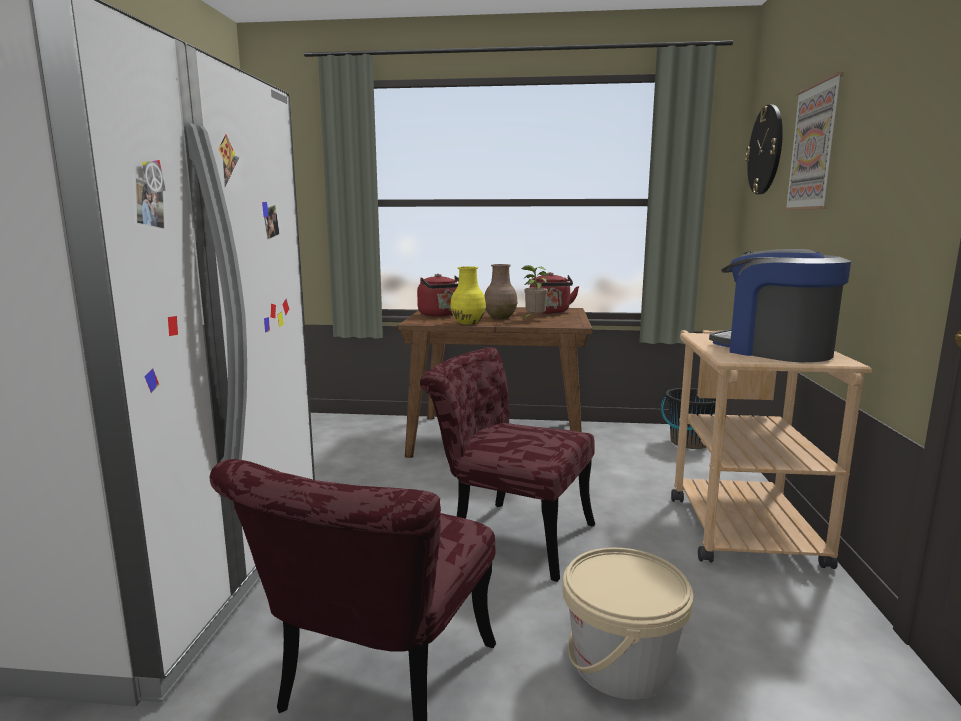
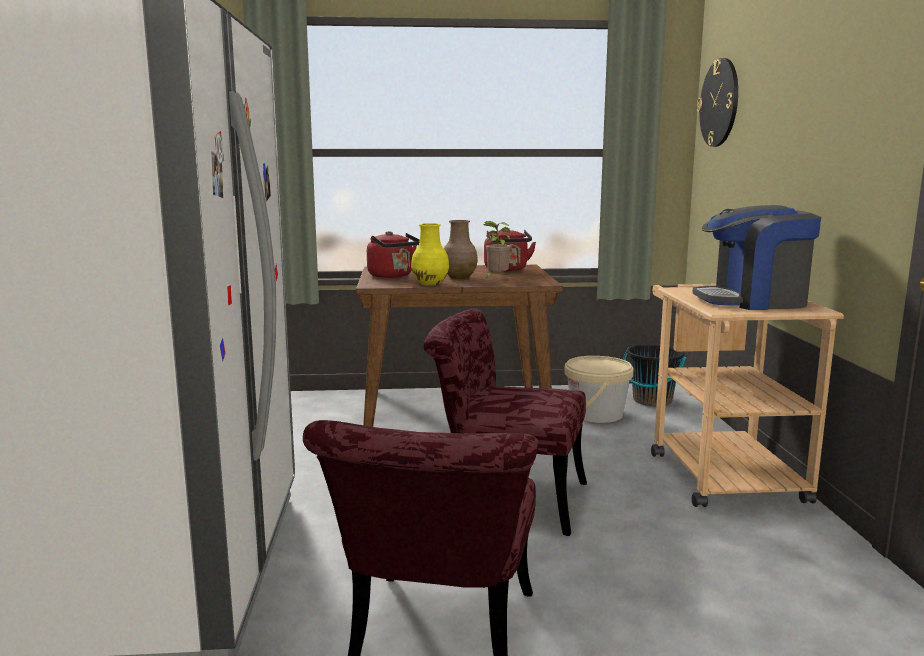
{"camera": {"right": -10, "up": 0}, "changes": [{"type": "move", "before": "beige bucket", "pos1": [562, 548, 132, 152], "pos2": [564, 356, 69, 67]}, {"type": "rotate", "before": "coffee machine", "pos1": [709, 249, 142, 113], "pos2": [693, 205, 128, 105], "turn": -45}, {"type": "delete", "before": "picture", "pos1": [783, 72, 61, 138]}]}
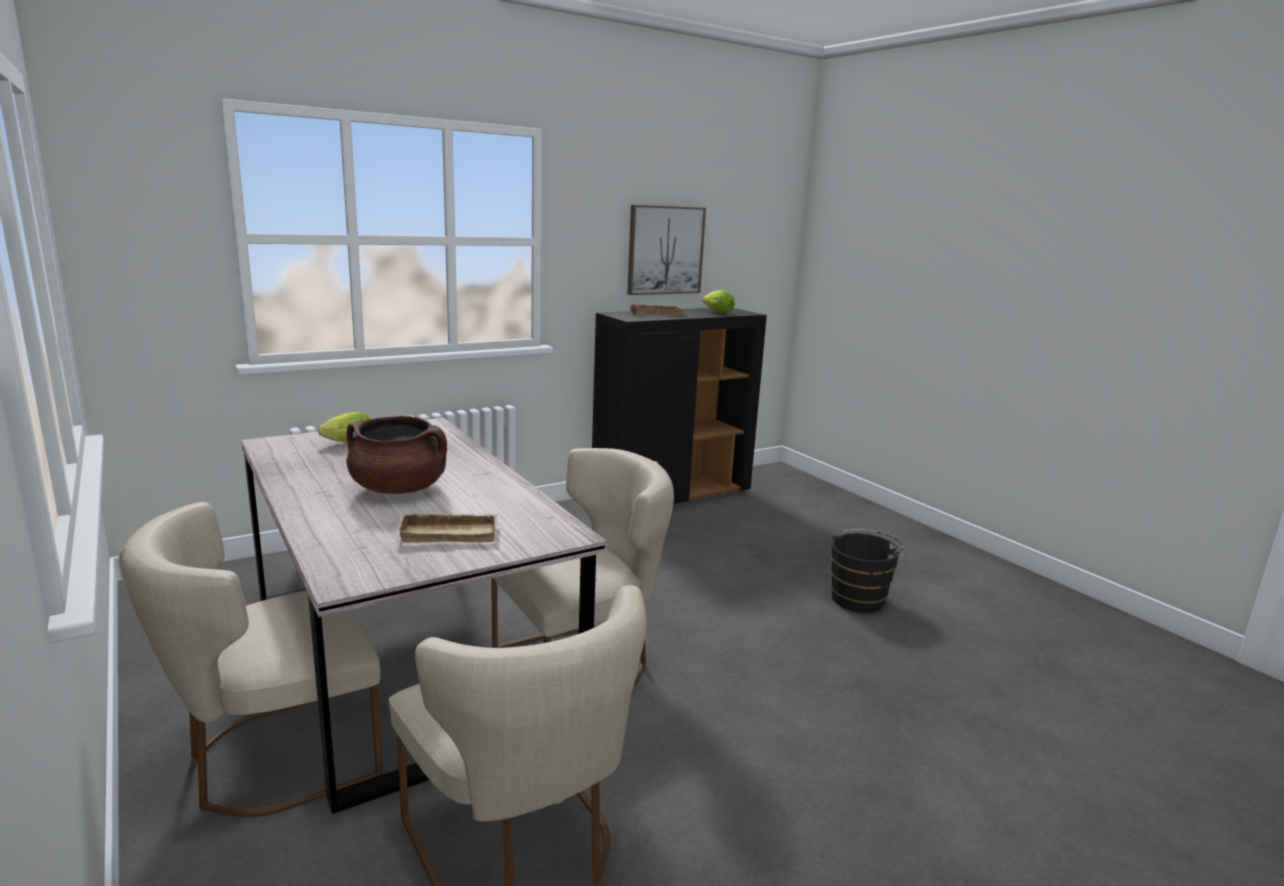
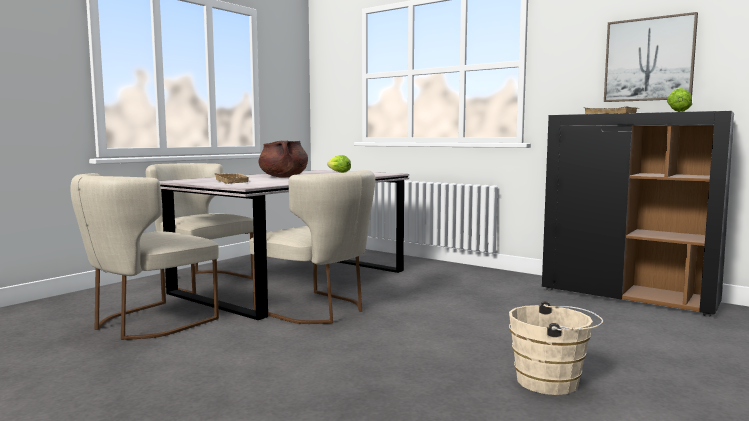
{"camera": {"right": 70, "up": -10}, "changes": [{"type": "recolor", "before": "black bucket", "after": "beige bucket", "pos1": [831, 529, 74, 84], "pos2": [509, 301, 94, 94]}]}
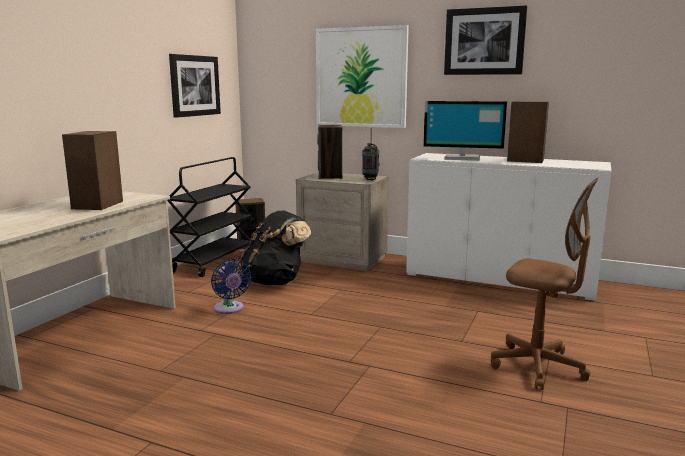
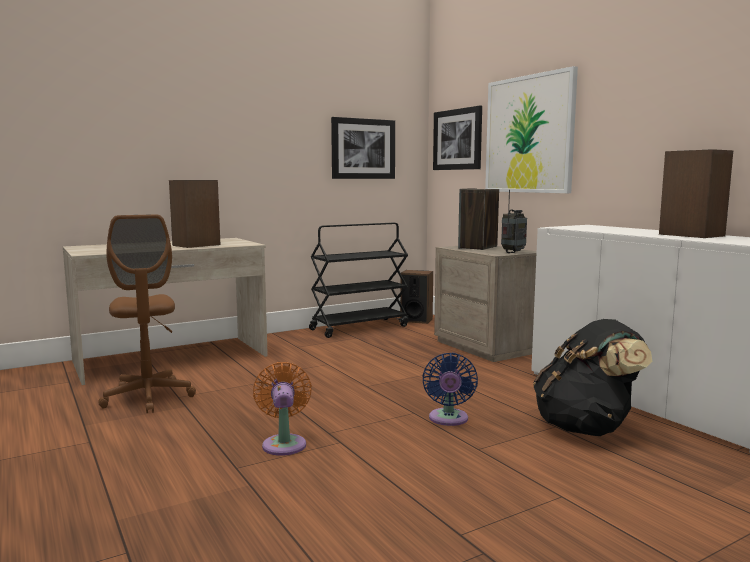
{"camera": {"right": 35, "up": -5}, "changes": [{"type": "move", "before": "brown office chair", "pos1": [491, 178, 107, 212], "pos2": [98, 214, 98, 199]}, {"type": "insert", "after": "orange fan", "pos2": [253, 362, 59, 94]}, {"type": "move", "before": "blue fan", "pos1": [211, 259, 40, 55], "pos2": [422, 353, 56, 73]}, {"type": "move", "before": "picture", "pos1": [444, 5, 83, 70], "pos2": [433, 106, 49, 64]}, {"type": "move", "before": "black backpack", "pos1": [239, 210, 72, 75], "pos2": [533, 319, 120, 117]}, {"type": "delete", "before": "monitor", "pos1": [423, 101, 84, 60]}]}
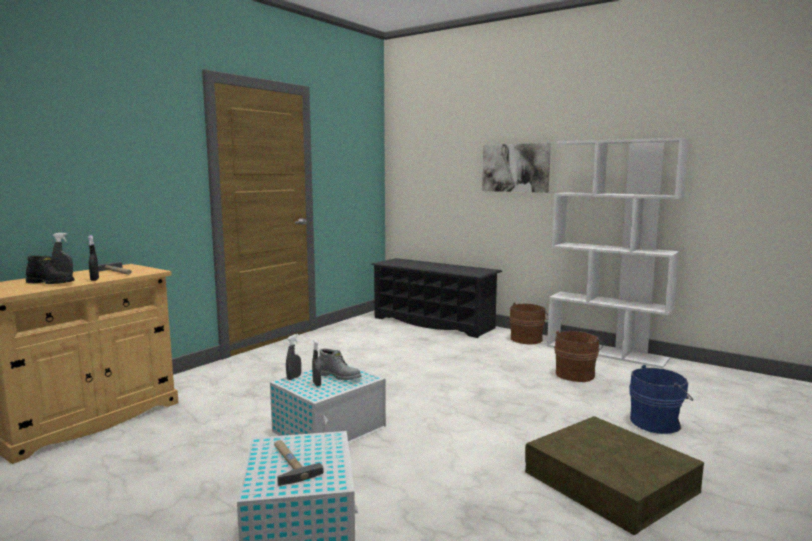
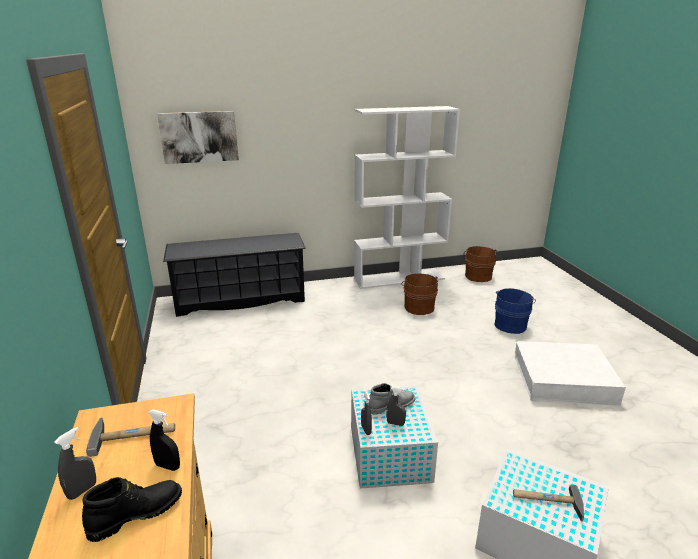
{"camera": {"right": -50, "up": 15}, "changes": [{"type": "move", "before": "picture", "pos1": [482, 143, 69, 50], "pos2": [157, 111, 82, 53]}, {"type": "move", "before": "brown bucket", "pos1": [509, 303, 40, 42], "pos2": [464, 246, 33, 36]}, {"type": "recolor", "before": "brown storage box", "after": "white storage box", "pos1": [525, 416, 179, 119], "pos2": [515, 341, 111, 65]}]}
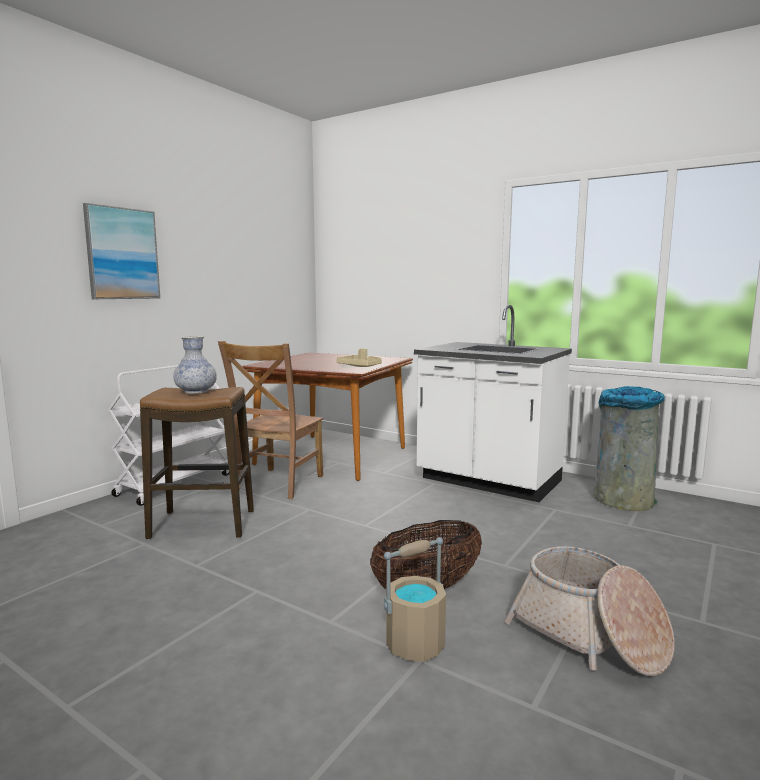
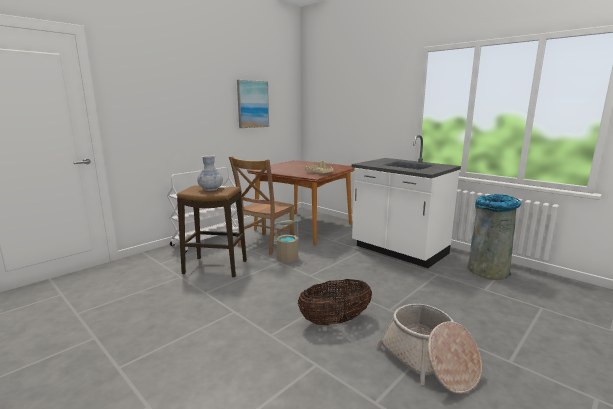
{"camera": {"right": 10, "up": 5}, "changes": [{"type": "move", "before": "picture", "pos1": [83, 203, 77, 96], "pos2": [237, 80, 32, 48]}, {"type": "move", "before": "beige bucket", "pos1": [384, 537, 62, 125], "pos2": [274, 220, 25, 43]}]}
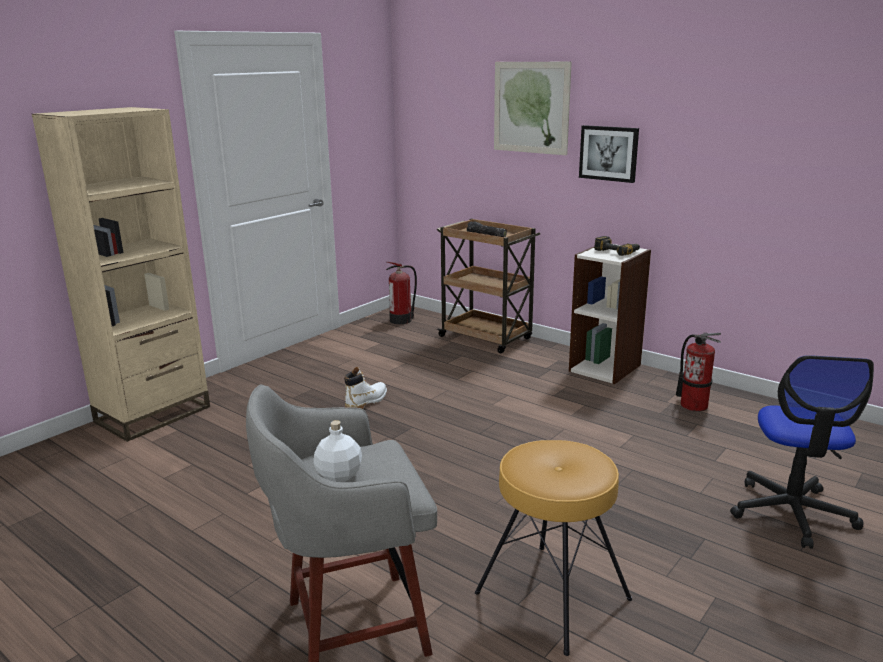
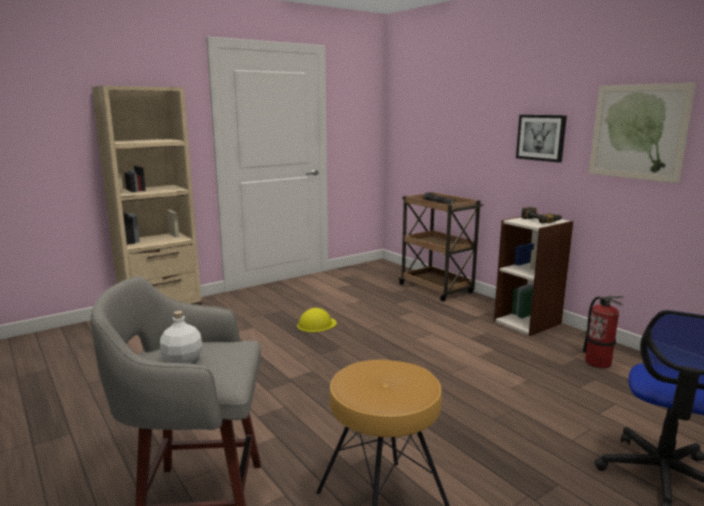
{"camera": {"right": 15, "up": -5}, "changes": [{"type": "replace", "before": "white boot", "after": "yellow hard hat", "pos1": [344, 367, 43, 42], "pos2": [297, 308, 40, 24]}, {"type": "move", "before": "picture", "pos1": [494, 62, 78, 93], "pos2": [589, 83, 107, 100]}, {"type": "delete", "before": "fire extinguisher", "pos1": [386, 262, 31, 62]}]}
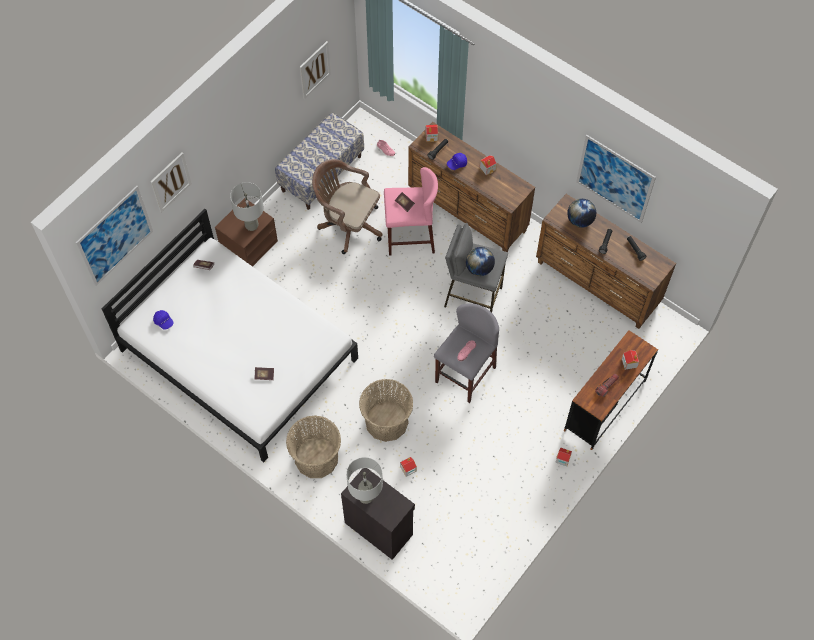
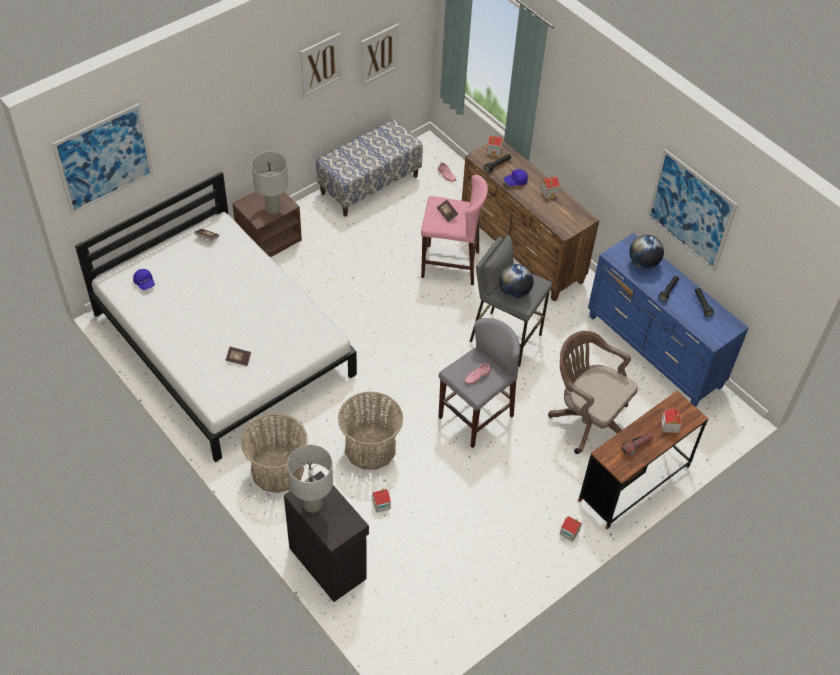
{"camera": {"right": 10, "up": -10}, "changes": [{"type": "move", "before": "picture", "pos1": [150, 152, 42, 61], "pos2": [300, 33, 42, 65]}, {"type": "move", "before": "brown office chair", "pos1": [312, 159, 70, 95], "pos2": [548, 331, 90, 123]}, {"type": "recolor", "before": "brown dresser", "after": "blue dresser", "pos1": [536, 194, 140, 135], "pos2": [588, 233, 161, 174]}]}
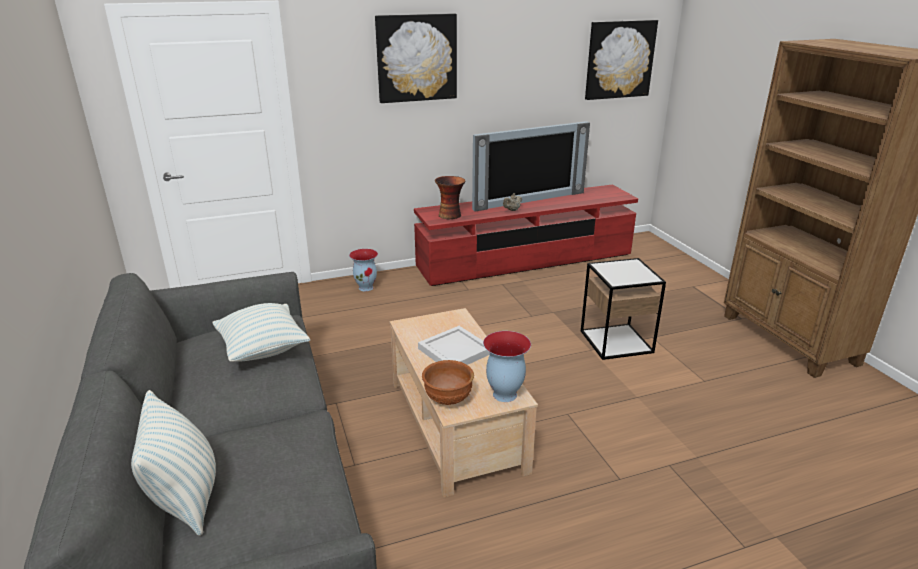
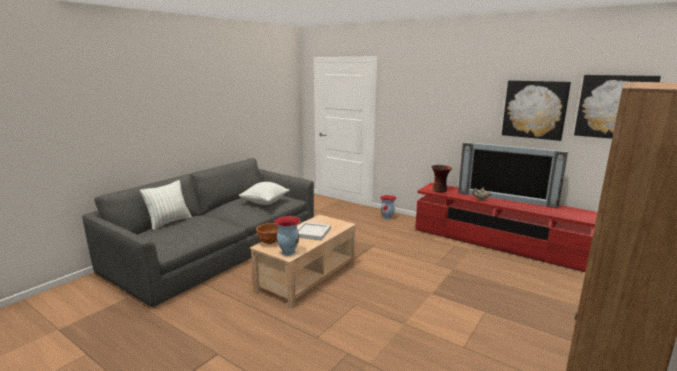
{"camera": {"right": 55, "up": -10}, "changes": [{"type": "move", "before": "picture", "pos1": [375, 13, 82, 90], "pos2": [502, 80, 69, 61]}, {"type": "delete", "before": "side table", "pos1": [581, 258, 85, 102]}]}
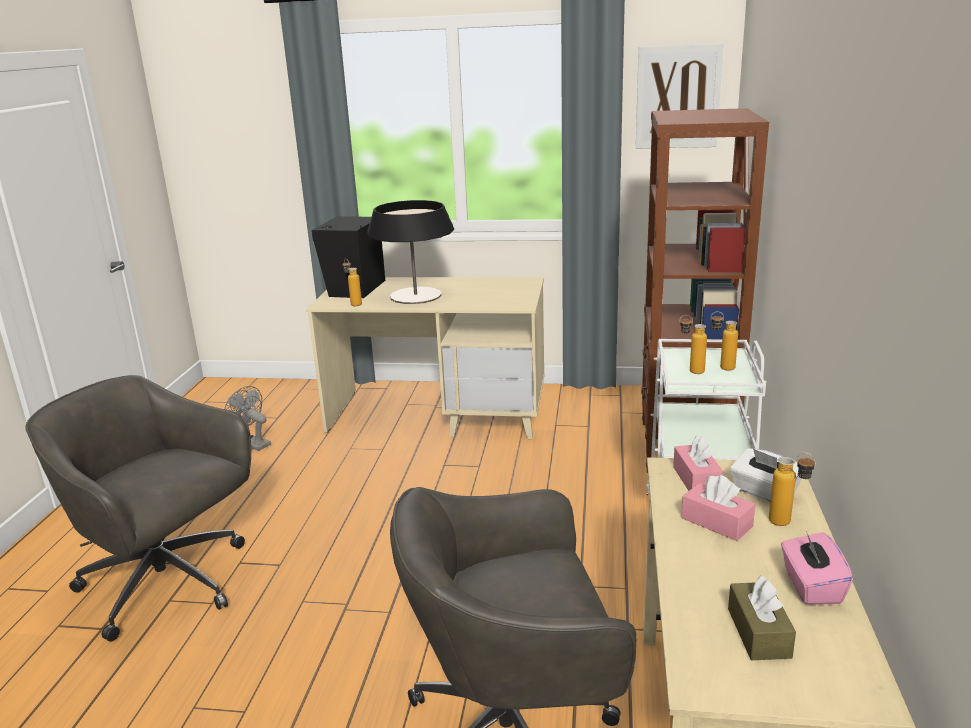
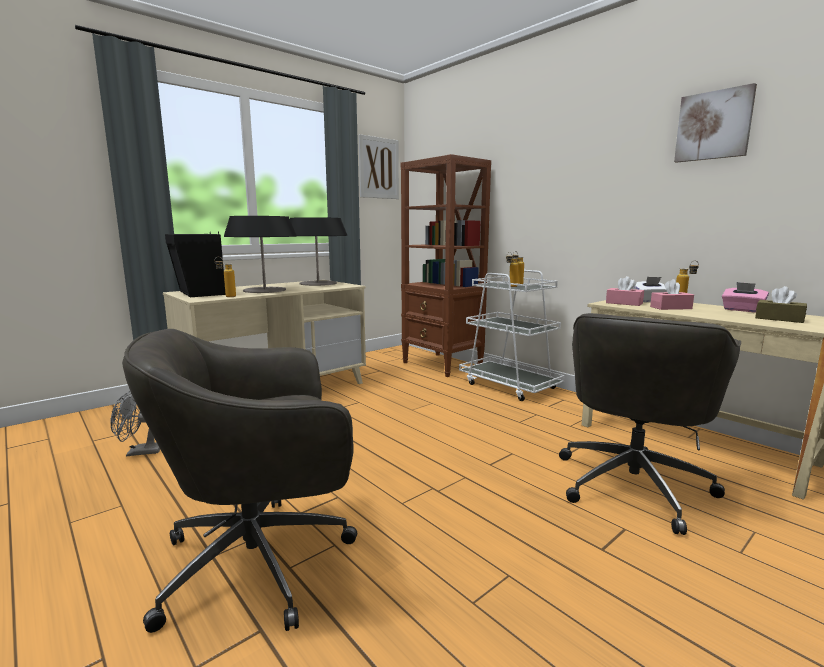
{"camera": {"right": -50, "up": -10}, "changes": [{"type": "insert", "after": "table lamp", "pos2": [290, 217, 57, 69]}, {"type": "insert", "after": "picture", "pos2": [674, 83, 83, 80]}]}
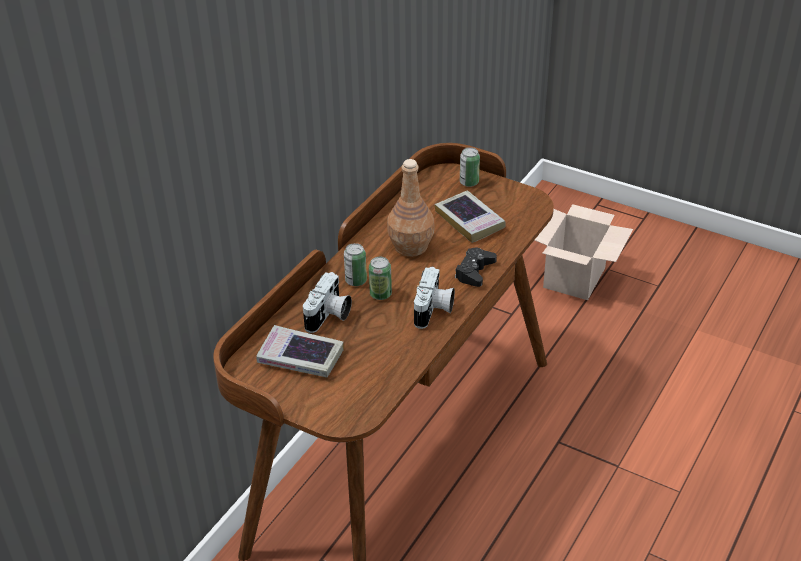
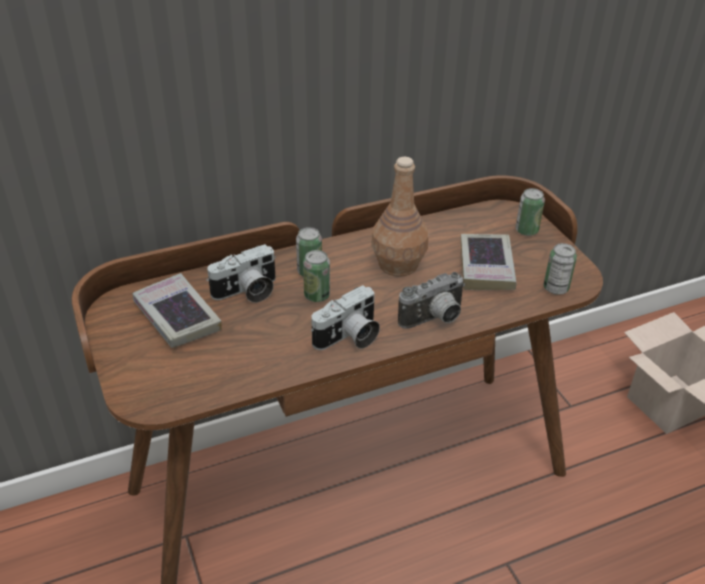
{"camera": {"right": 35, "up": 0}, "changes": [{"type": "replace", "before": "black game controller", "after": "photo camera", "pos1": [455, 248, 42, 39], "pos2": [398, 272, 67, 57]}, {"type": "insert", "after": "can", "pos2": [544, 243, 33, 52]}]}
